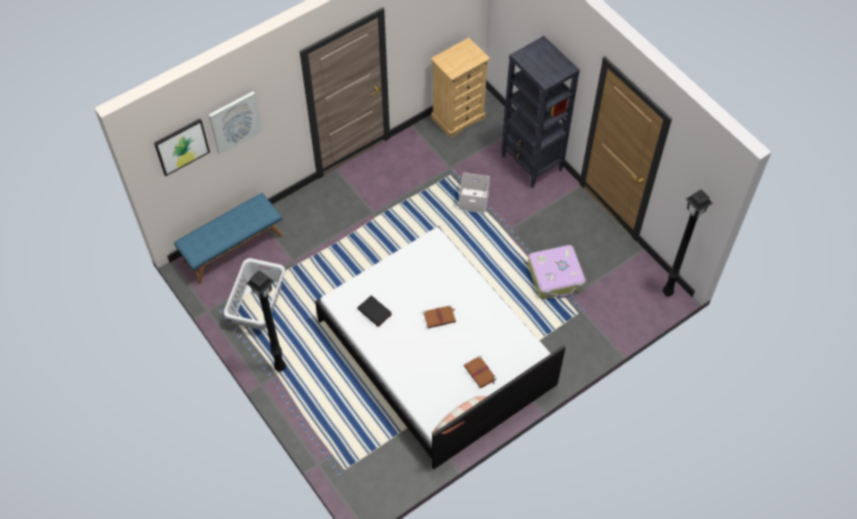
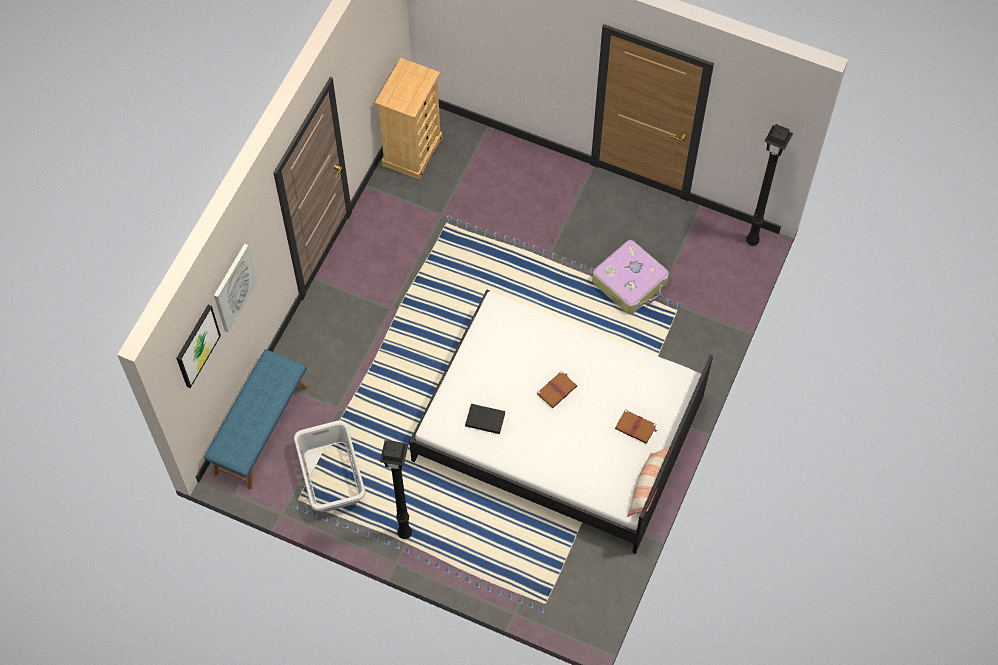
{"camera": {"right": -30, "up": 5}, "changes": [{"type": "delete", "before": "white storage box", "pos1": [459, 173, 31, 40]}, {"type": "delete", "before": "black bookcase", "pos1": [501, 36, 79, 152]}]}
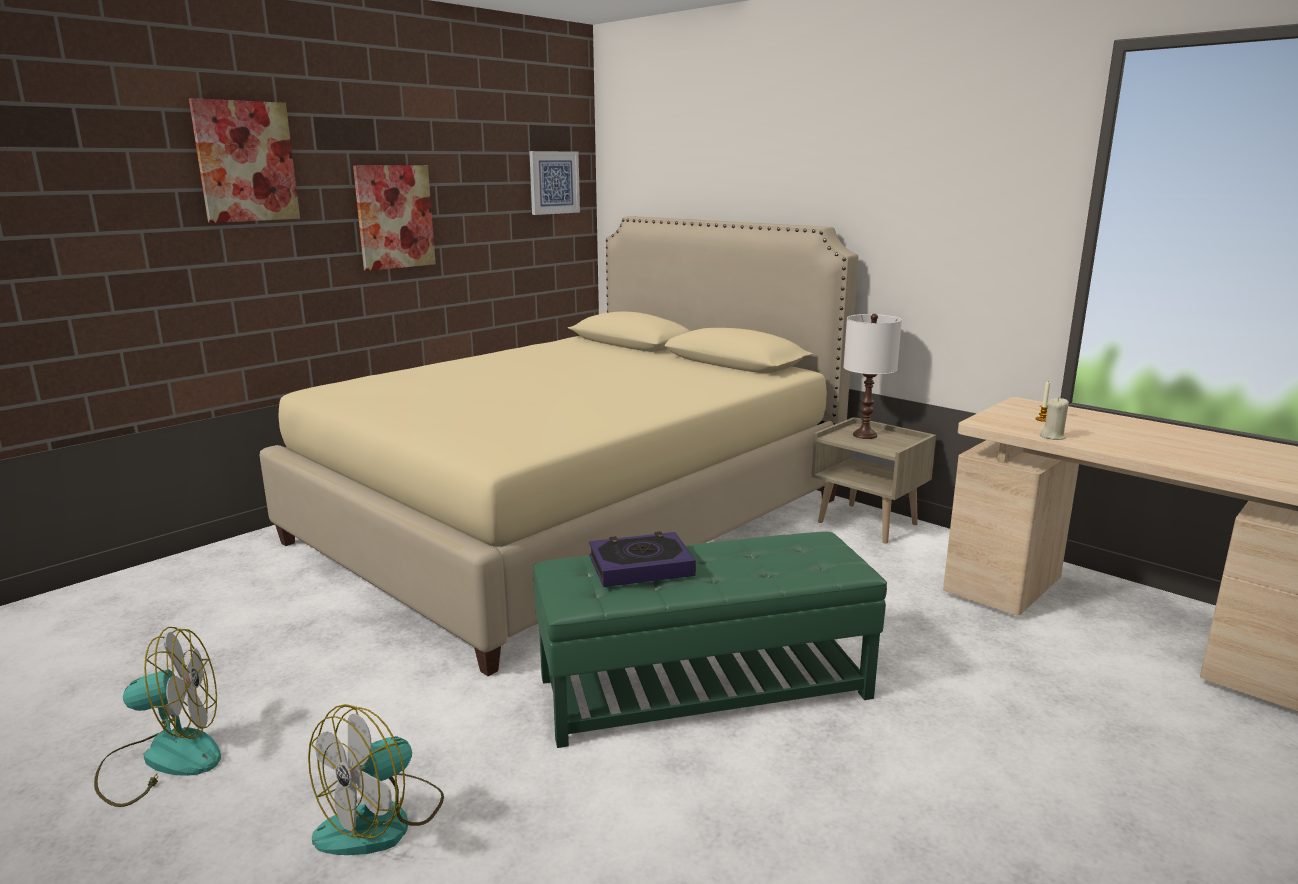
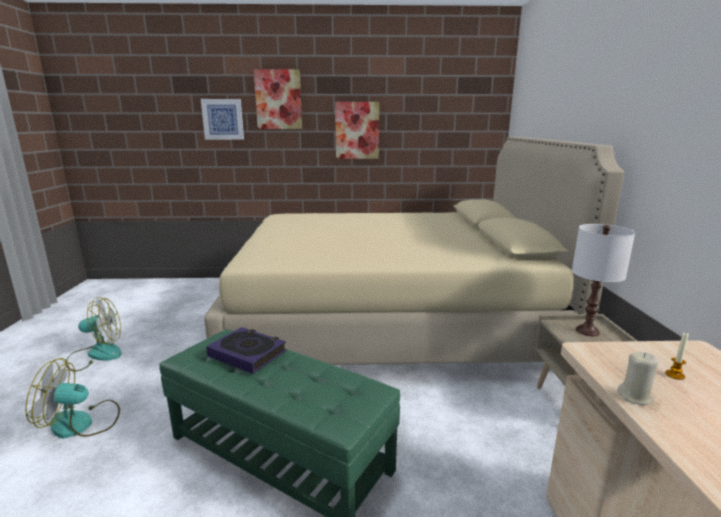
{"camera": {"right": 45, "up": 0}, "changes": [{"type": "rotate", "before": "fan", "pos1": [94, 627, 127, 180], "pos2": [66, 297, 56, 74], "turn": -45}, {"type": "move", "before": "picture", "pos1": [529, 151, 51, 64], "pos2": [201, 99, 43, 41]}]}
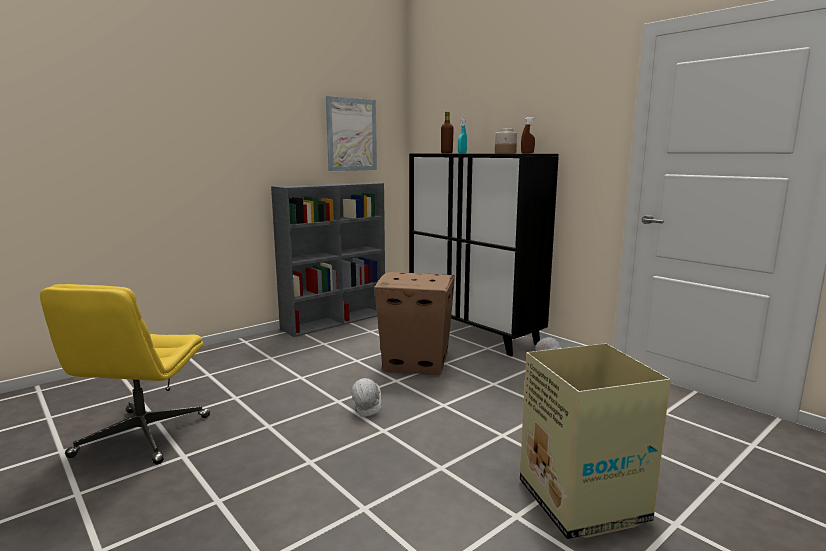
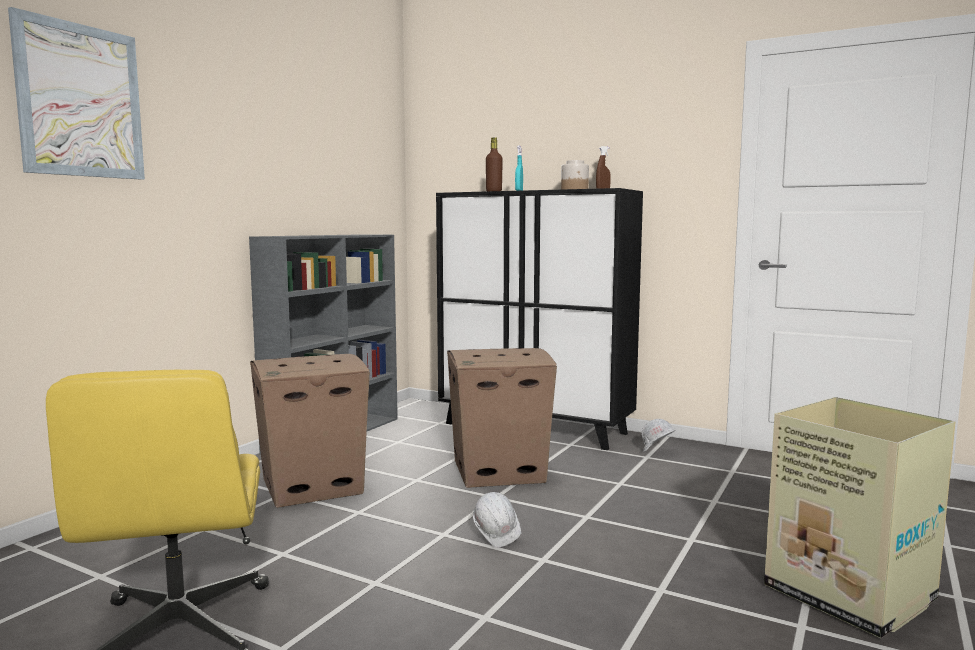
{"camera": {"right": -20, "up": -5}, "changes": [{"type": "move", "before": "picture", "pos1": [326, 96, 51, 75], "pos2": [8, 7, 137, 173]}, {"type": "insert", "after": "cardboard box", "pos2": [250, 354, 120, 154]}]}
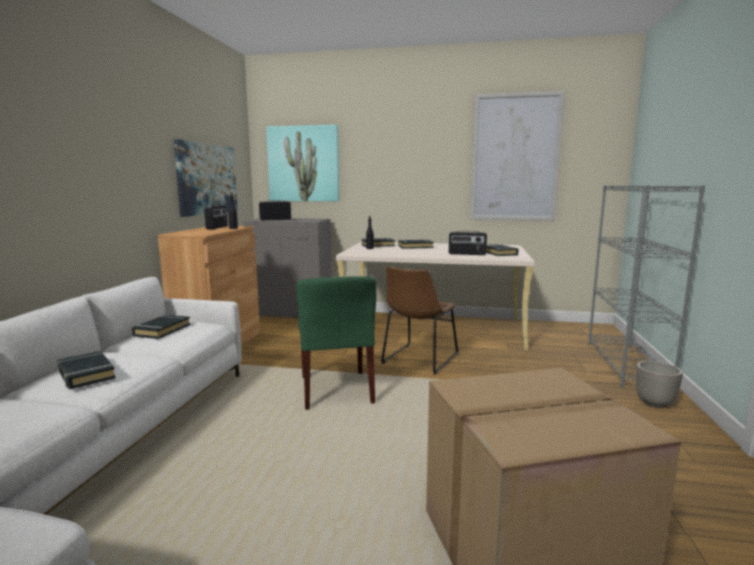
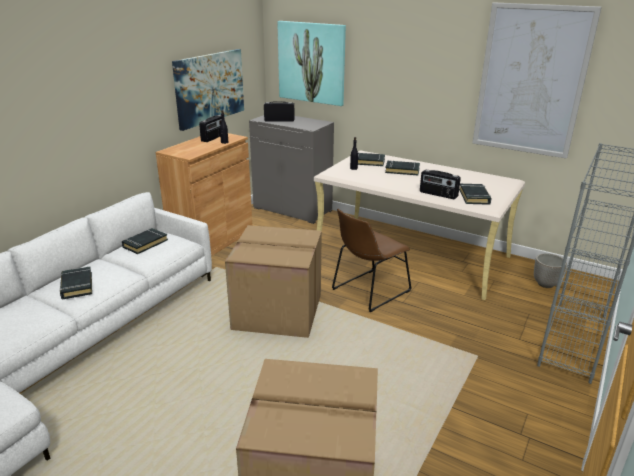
{"camera": {"right": 20, "up": 15}, "changes": [{"type": "replace", "before": "green chair", "after": "cardboard box", "pos1": [296, 276, 80, 134], "pos2": [225, 225, 97, 113]}, {"type": "move", "before": "planter", "pos1": [636, 361, 47, 47], "pos2": [534, 253, 33, 35]}]}
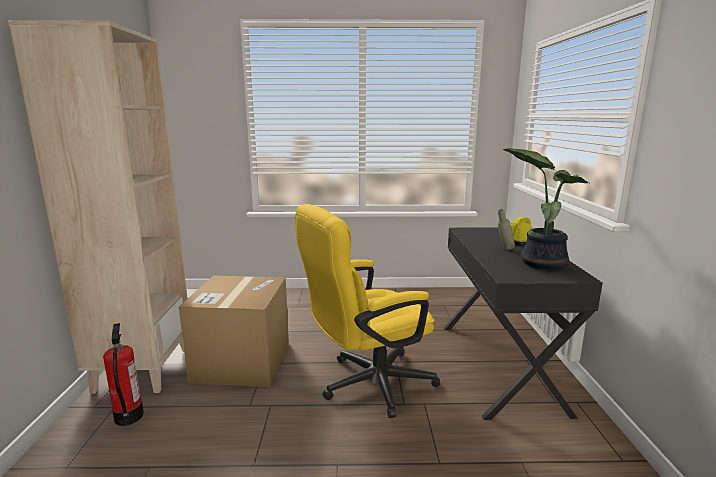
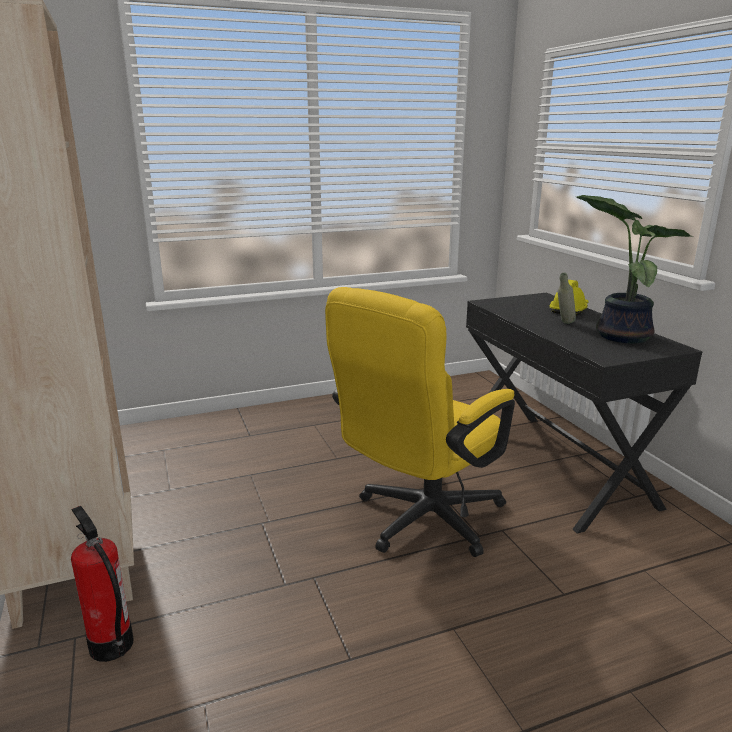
{"camera": {"right": -20, "up": 5}, "changes": [{"type": "delete", "before": "cardboard box", "pos1": [179, 276, 110, 111]}]}
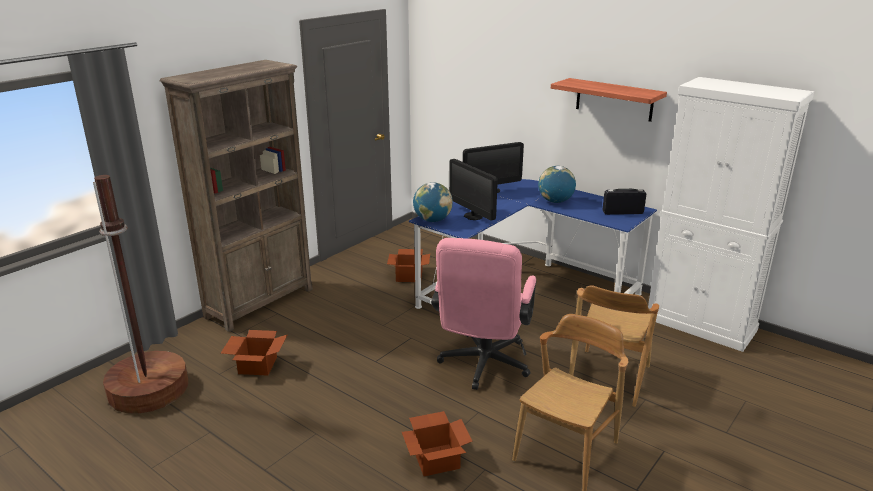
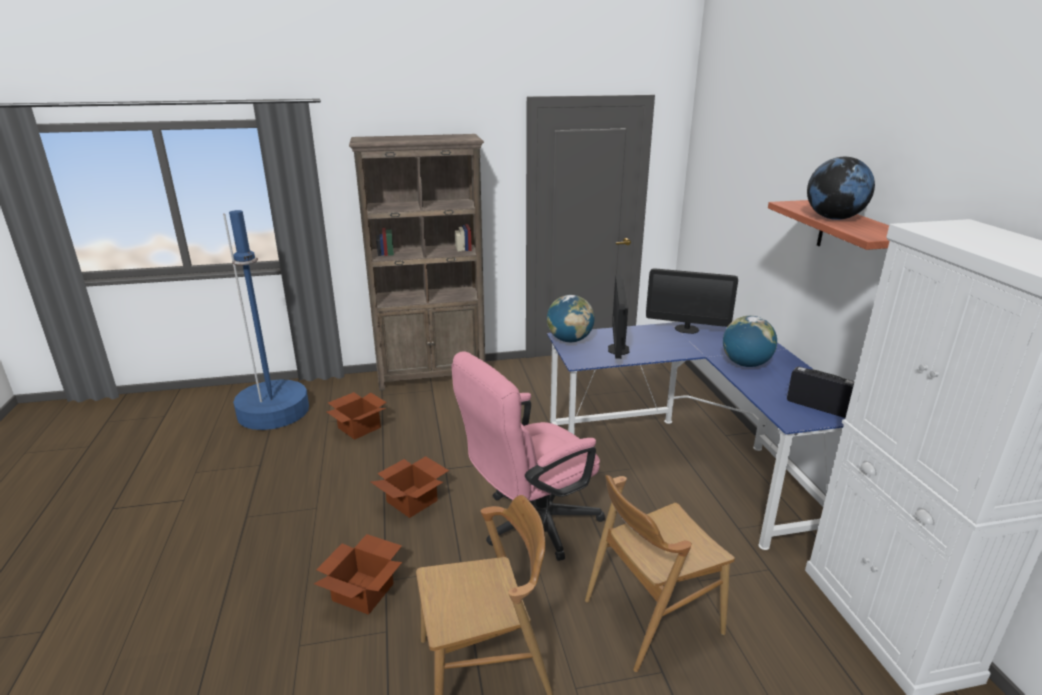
{"camera": {"right": 40, "up": 0}, "changes": [{"type": "recolor", "before": "brown floor lamp", "after": "blue floor lamp", "pos1": [93, 175, 95, 238], "pos2": [223, 210, 86, 220]}, {"type": "move", "before": "cardboard box", "pos1": [387, 249, 43, 33], "pos2": [371, 456, 78, 62]}, {"type": "insert", "after": "globe", "pos2": [807, 157, 68, 63]}]}
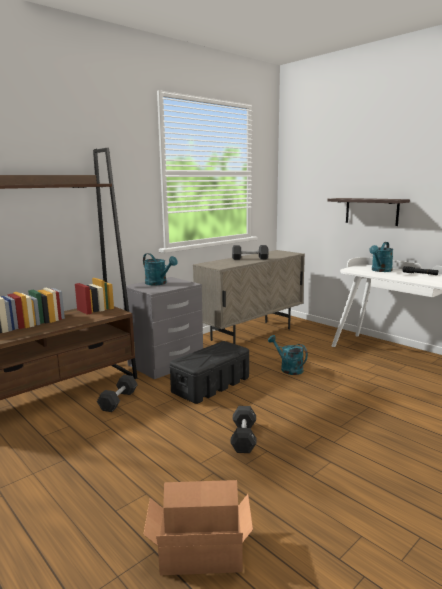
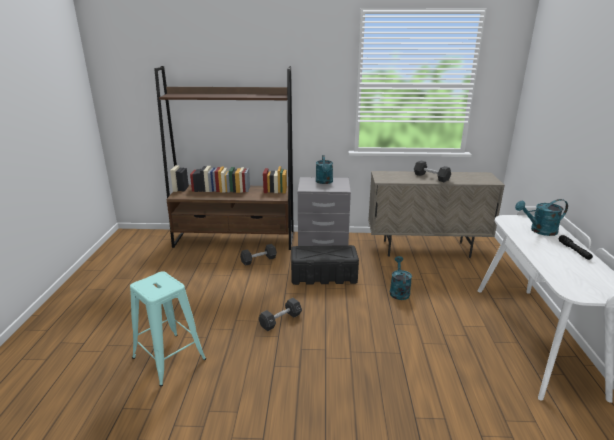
{"camera": {"right": 45, "up": 10}, "changes": [{"type": "replace", "before": "cardboard box", "after": "turquoise stool", "pos1": [143, 480, 110, 95], "pos2": [130, 271, 76, 115]}, {"type": "delete", "before": "shelf", "pos1": [327, 198, 83, 28]}]}
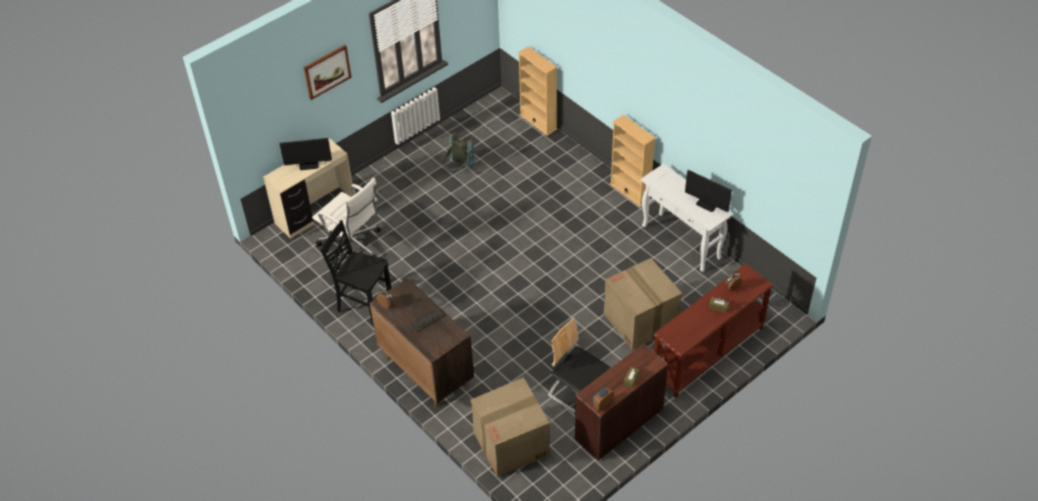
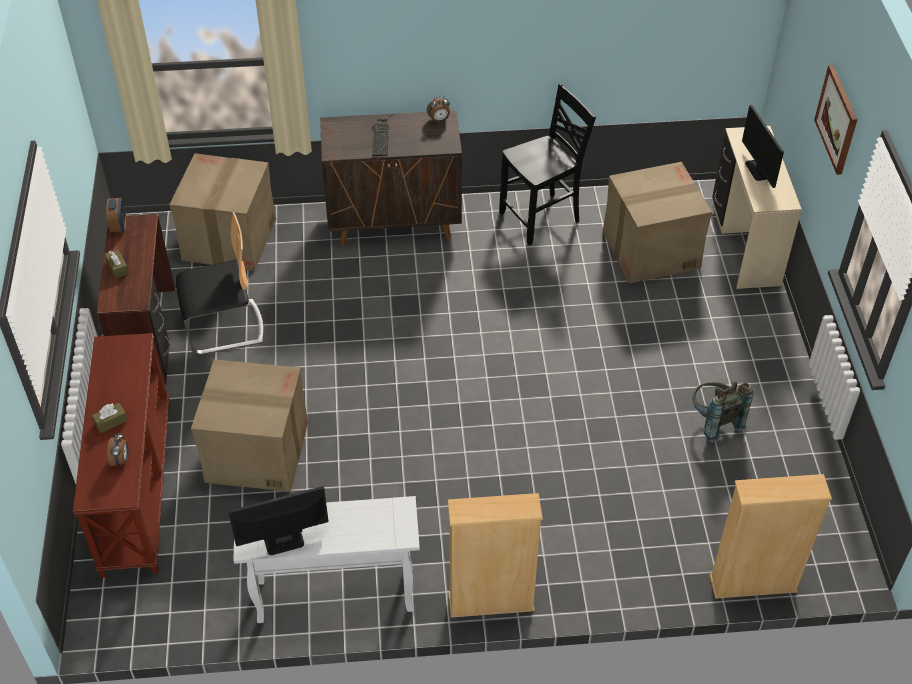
{"camera": {"right": 125, "up": 0}, "changes": [{"type": "replace", "before": "white office chair", "after": "cardboard box", "pos1": [312, 177, 69, 92], "pos2": [603, 162, 109, 122]}, {"type": "rotate", "before": "monitor", "pos1": [280, 138, 52, 32], "pos2": [742, 105, 42, 83], "turn": -45}]}
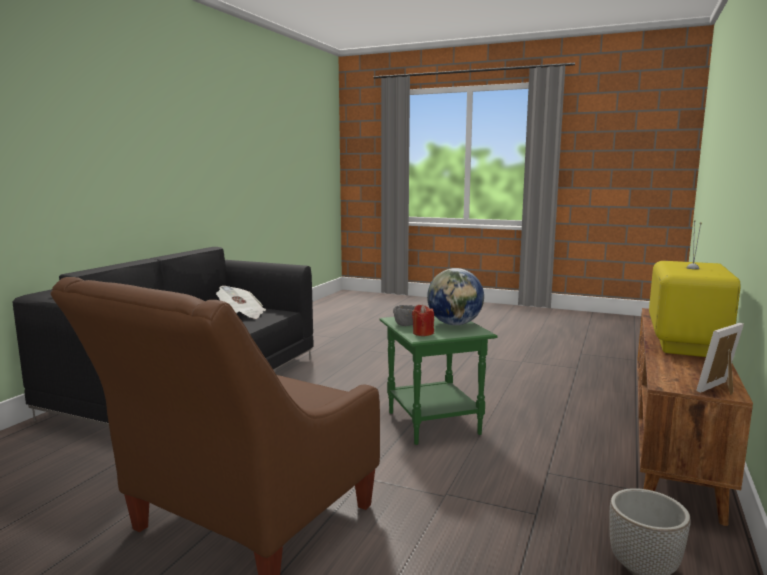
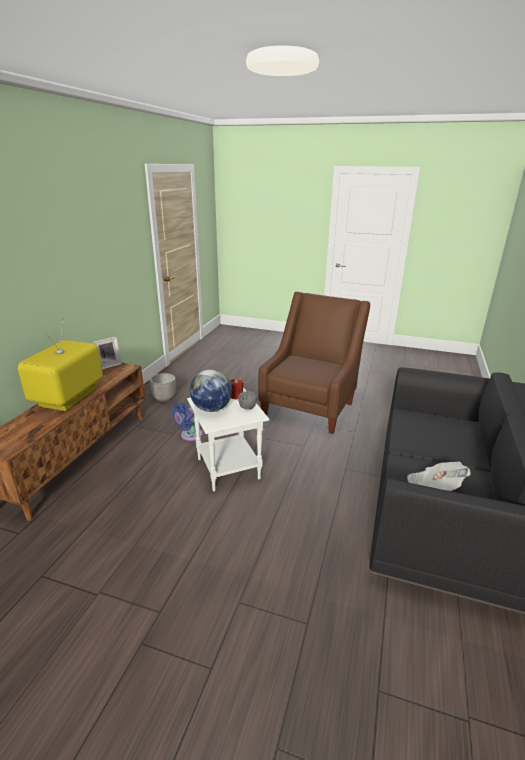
{"camera": {"right": 175, "up": 15}, "changes": [{"type": "insert", "after": "blue fan", "pos2": [172, 402, 31, 39]}, {"type": "recolor", "before": "green side table", "after": "white side table", "pos1": [380, 316, 118, 129], "pos2": [187, 388, 83, 103]}]}
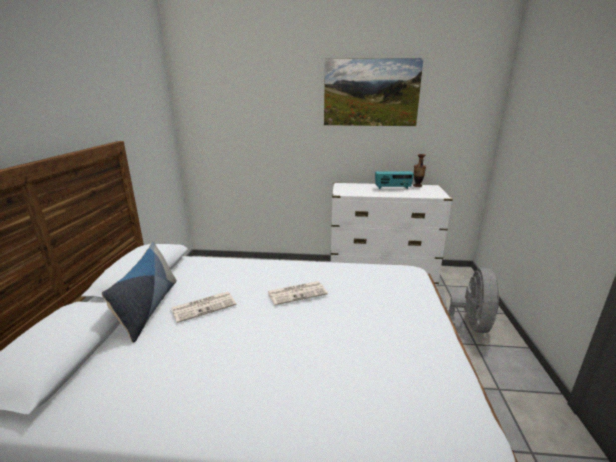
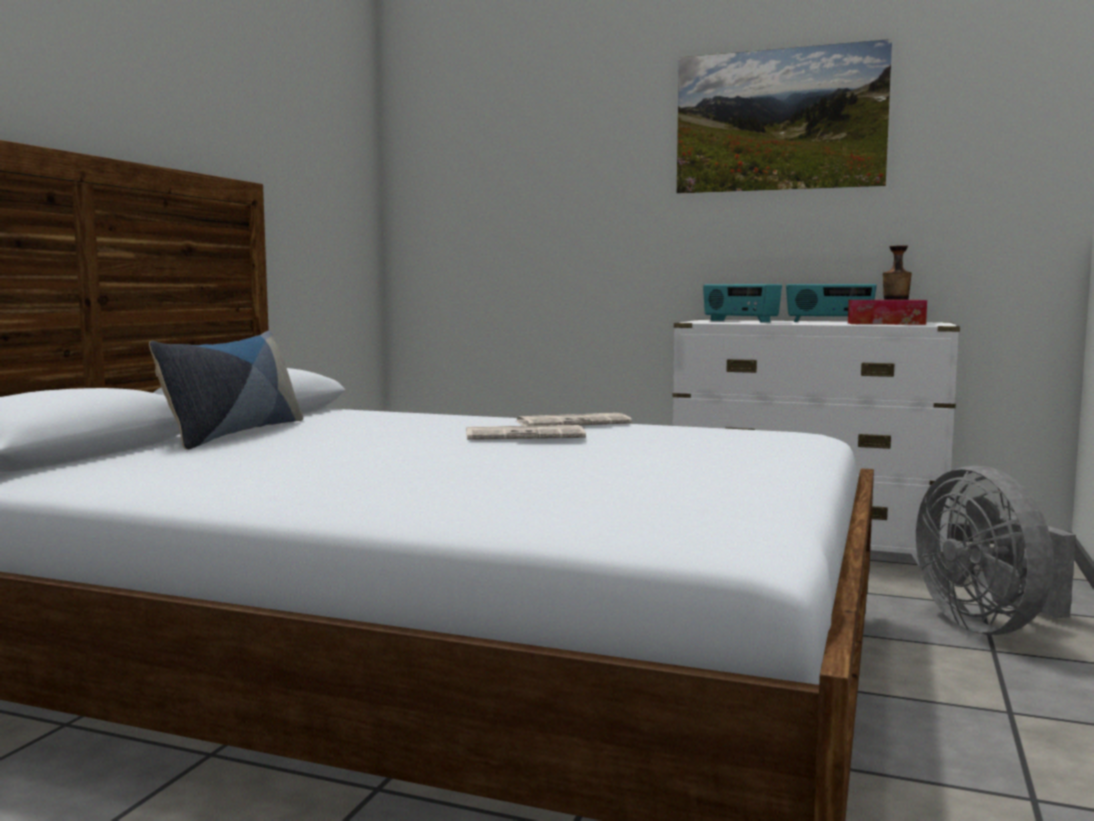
{"camera": {"right": 15, "up": -15}, "changes": [{"type": "move", "before": "newspaper", "pos1": [171, 291, 66, 32], "pos2": [516, 413, 116, 13]}, {"type": "insert", "after": "radio", "pos2": [703, 284, 79, 39]}, {"type": "insert", "after": "tissue box", "pos2": [848, 300, 79, 25]}, {"type": "rotate", "before": "grey fan", "pos1": [438, 268, 61, 65], "pos2": [916, 465, 160, 170], "turn": 135}]}
